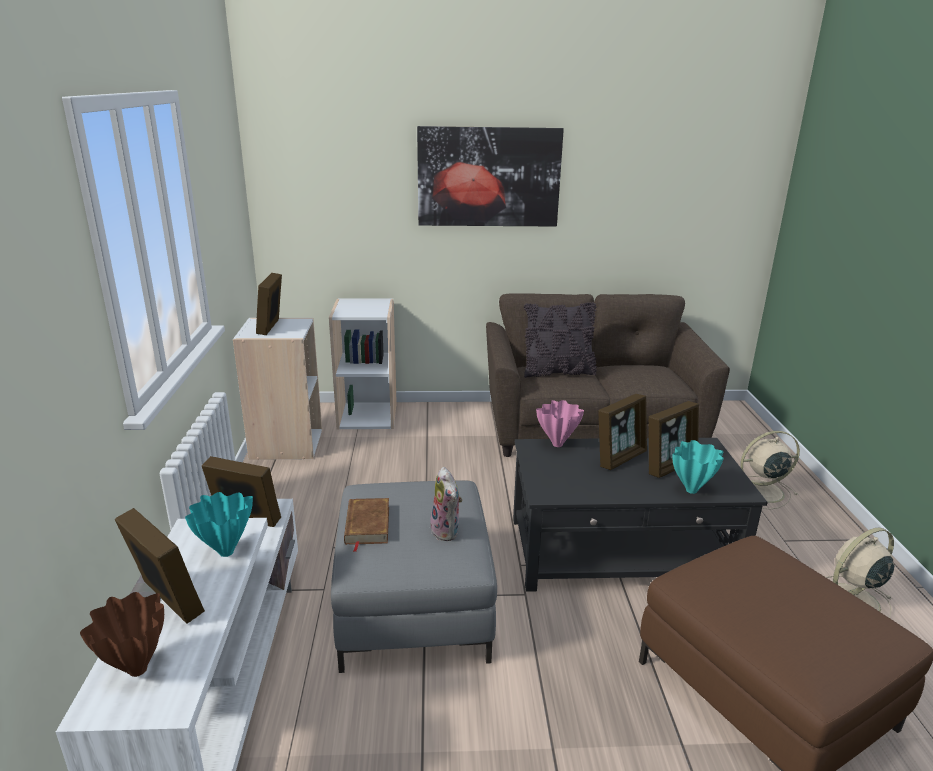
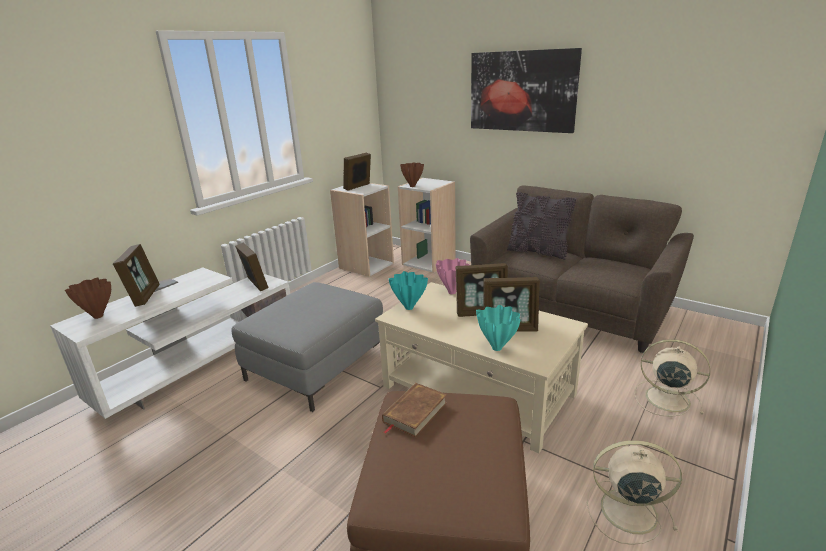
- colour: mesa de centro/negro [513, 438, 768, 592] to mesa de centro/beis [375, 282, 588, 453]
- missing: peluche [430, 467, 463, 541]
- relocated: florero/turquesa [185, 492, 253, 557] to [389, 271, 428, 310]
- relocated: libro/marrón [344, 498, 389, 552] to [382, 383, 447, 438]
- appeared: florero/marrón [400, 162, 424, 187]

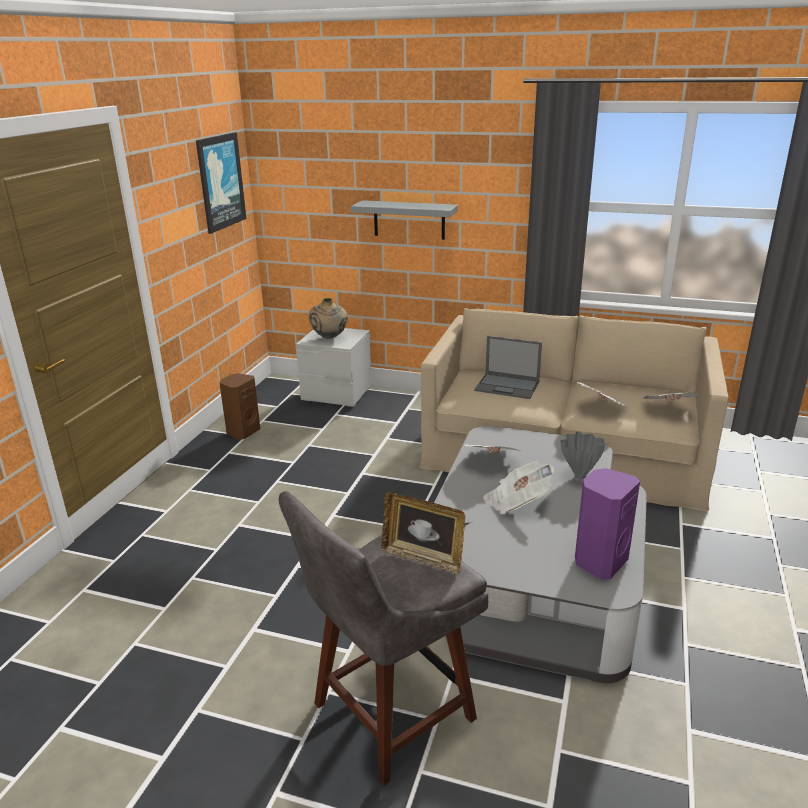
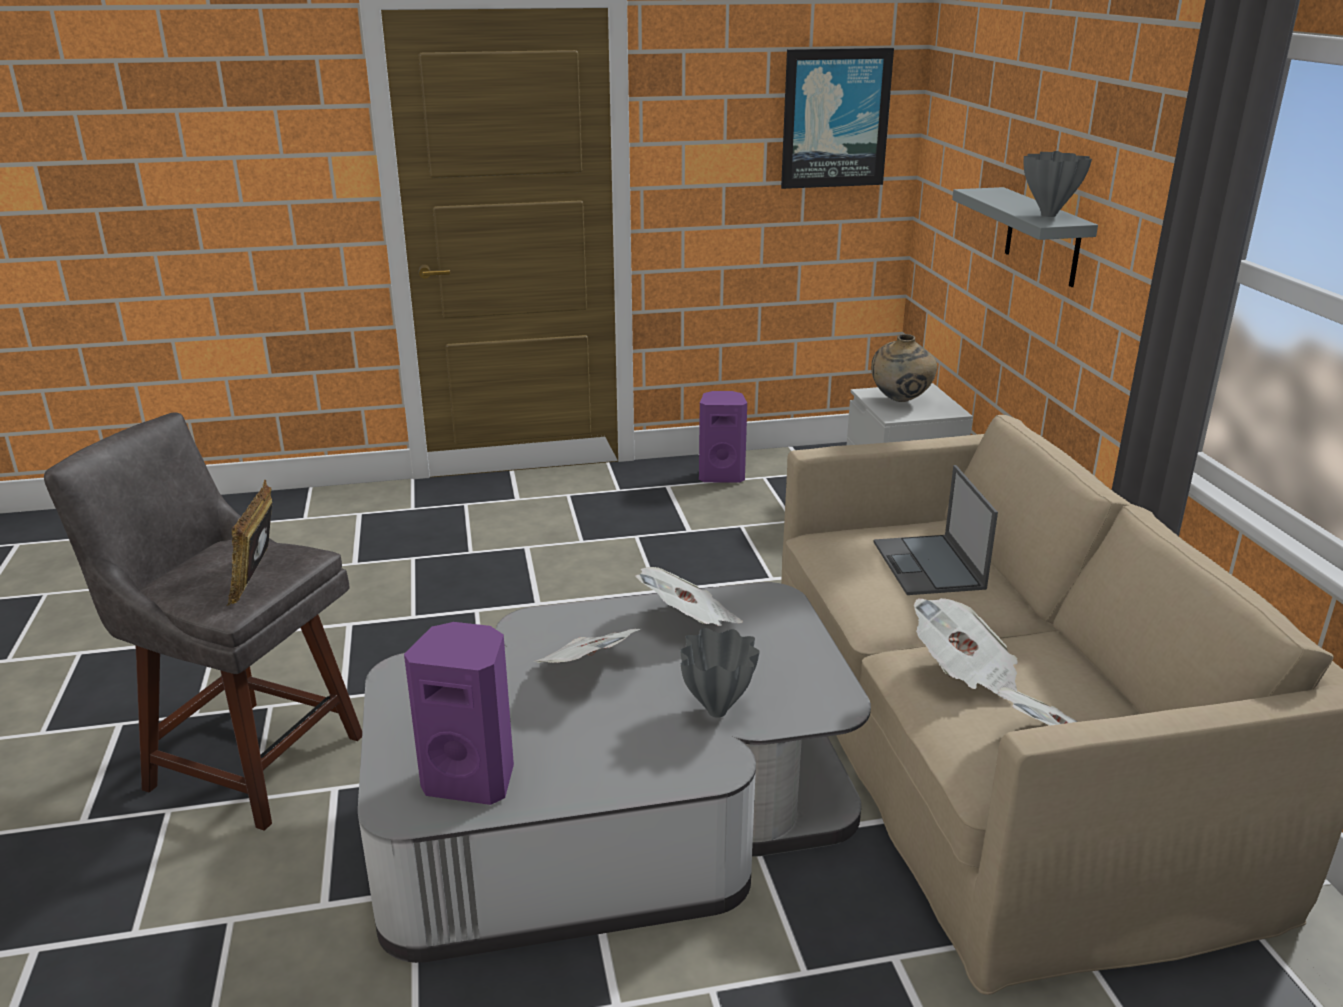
- colour: altavoz/marrón [220, 373, 260, 440] to altavoz/morado [699, 391, 747, 483]
- appeared: florero/gris [1024, 151, 1092, 217]

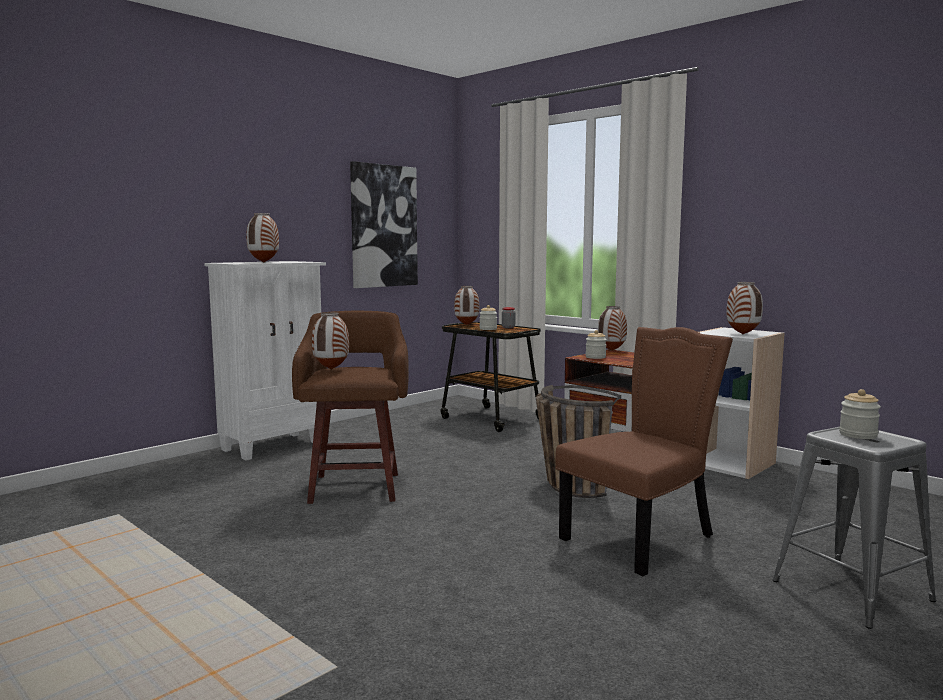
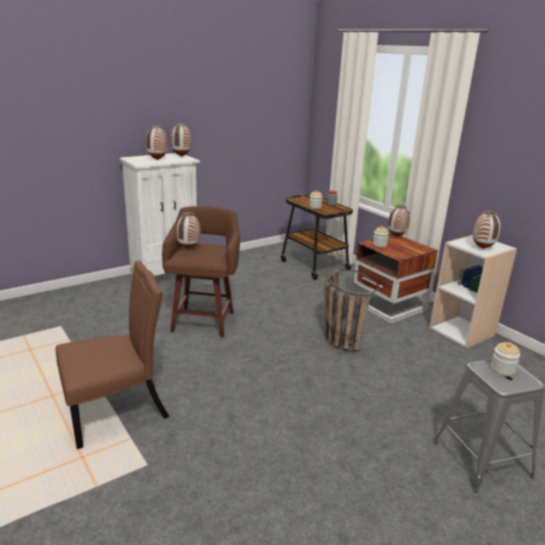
- missing: cuadro [350, 161, 418, 288]
- relocated: florero [454, 286, 479, 325] to [171, 123, 191, 157]
- relocated: silla/marrón [555, 327, 733, 576] to [55, 261, 170, 449]

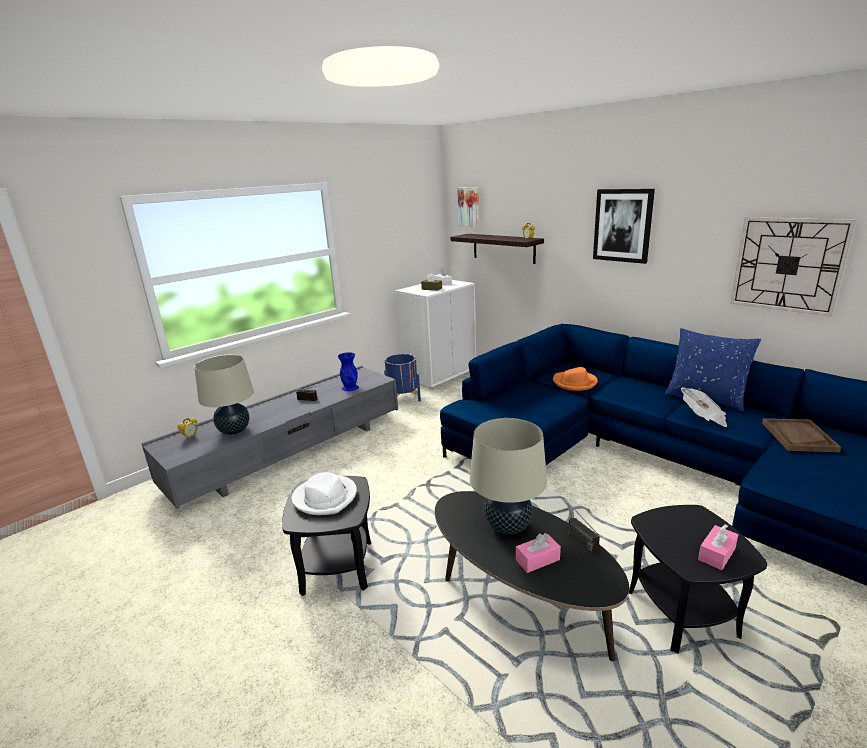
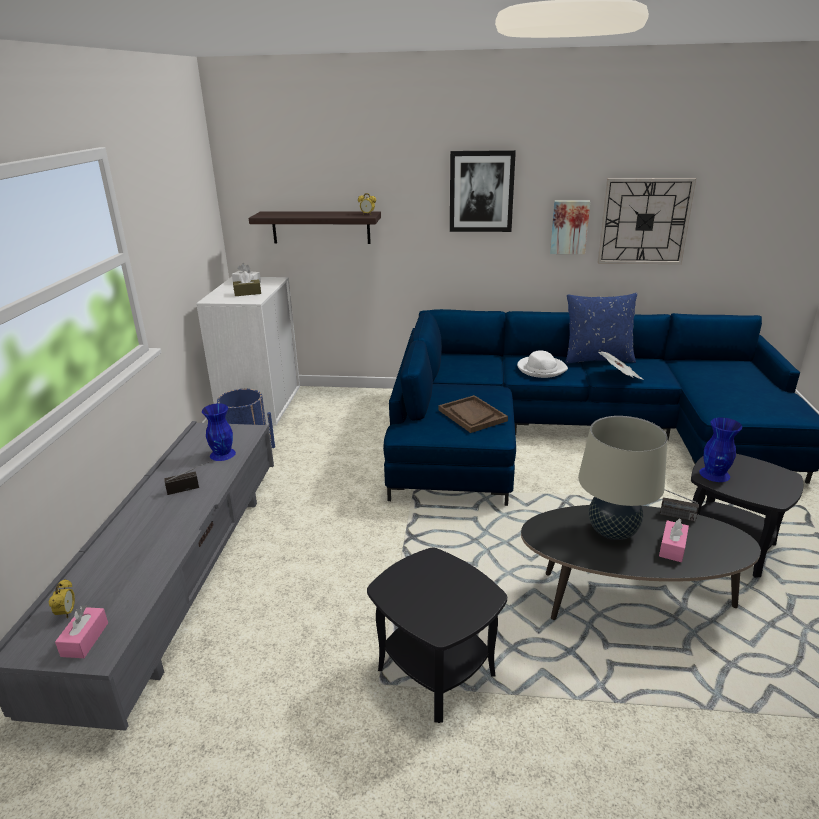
- relocated: cuadro [457, 187, 479, 227] to [550, 200, 590, 254]
- missing: lámpara de mesa/beis [194, 355, 254, 435]
- missing: sombrero/naranja [553, 367, 598, 391]
- relocated: bandeja/marrón [762, 418, 841, 452] to [439, 395, 508, 433]
- relocated: sombrero/blanco [292, 472, 357, 515] to [517, 350, 568, 378]
- relocated: caja de pañuelos/rosa [698, 524, 738, 570] to [55, 605, 108, 658]
- appeared: florero/azul [699, 417, 742, 482]

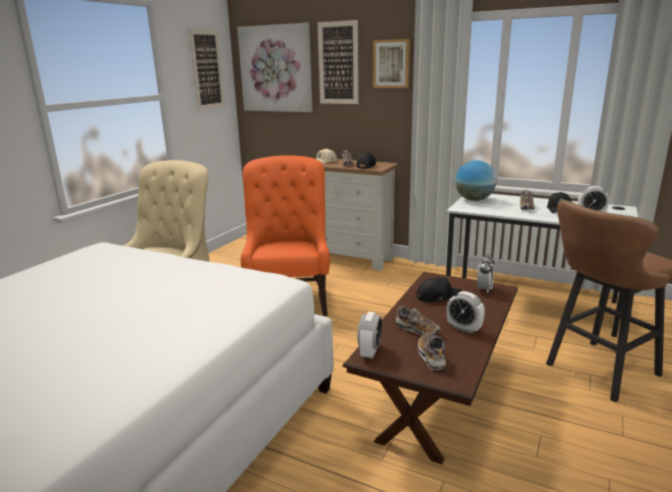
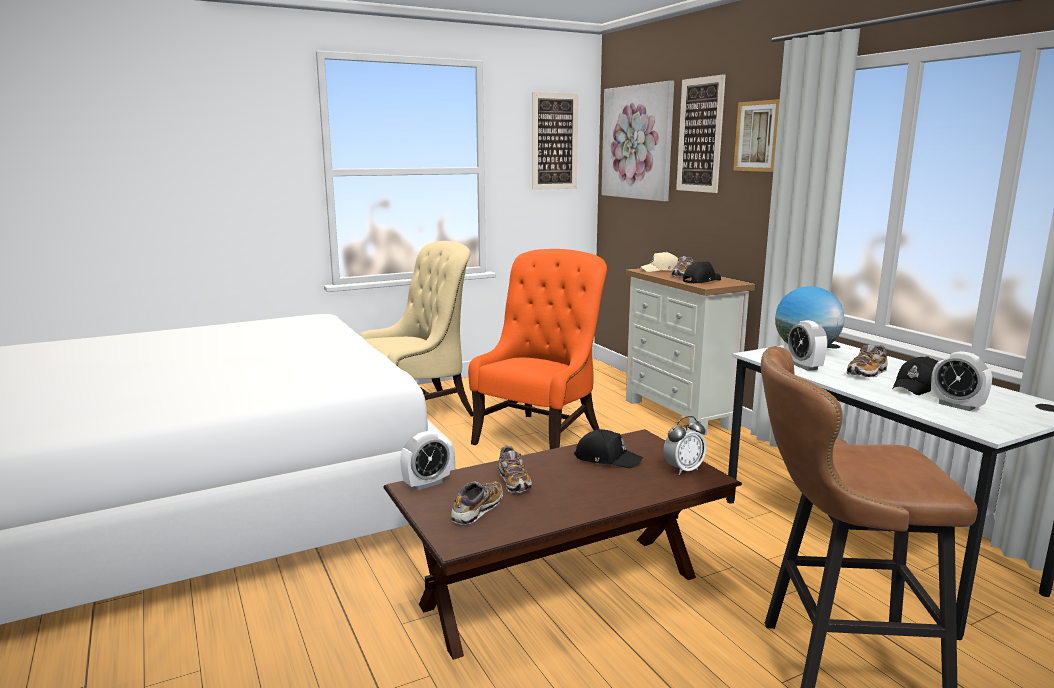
- relocated: despertador [447, 291, 485, 334] to [788, 320, 828, 371]

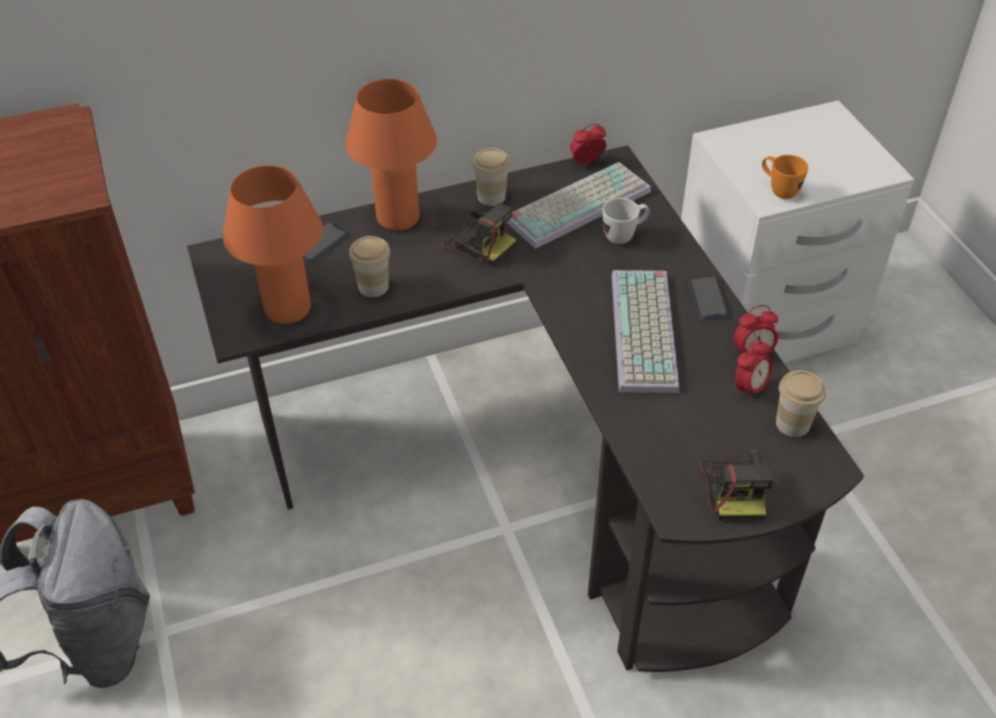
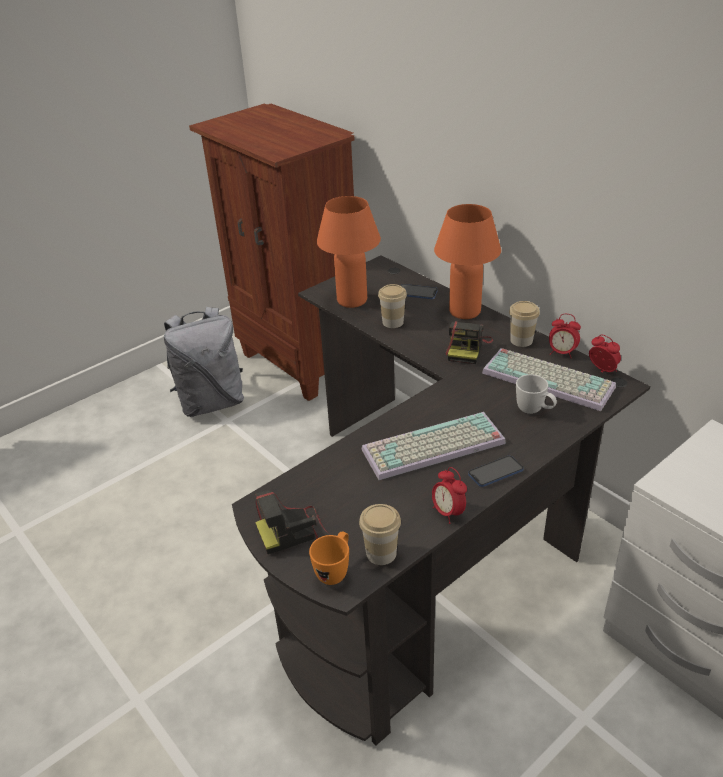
- relocated: taza grande/naranja [762, 155, 808, 199] to [309, 532, 349, 585]
- relocated: despertador [735, 338, 772, 401] to [549, 314, 581, 358]

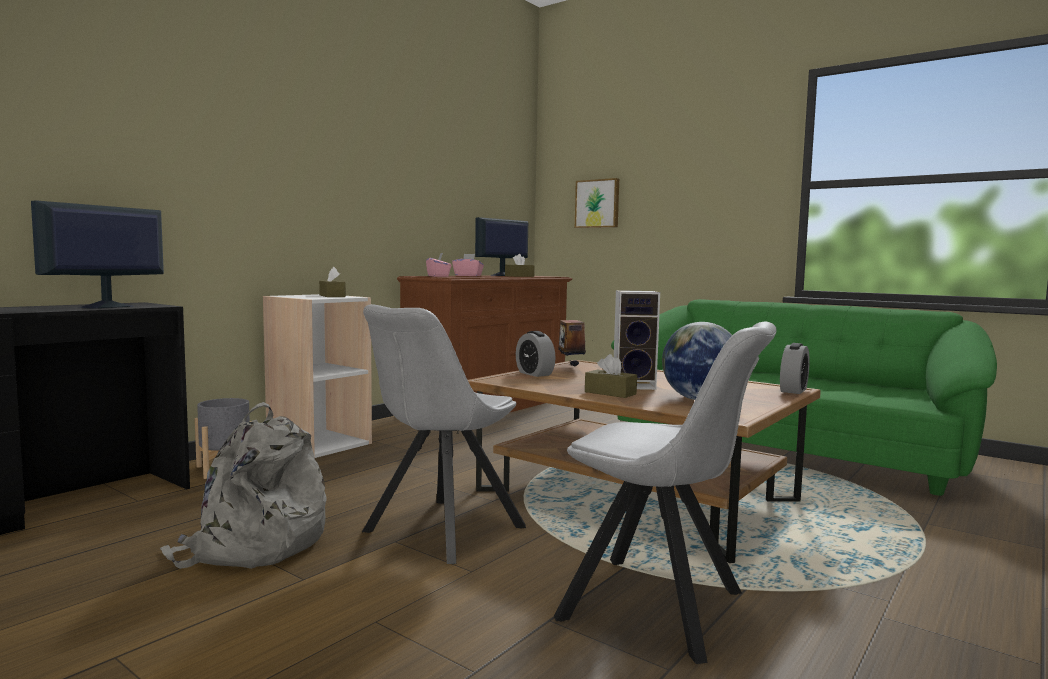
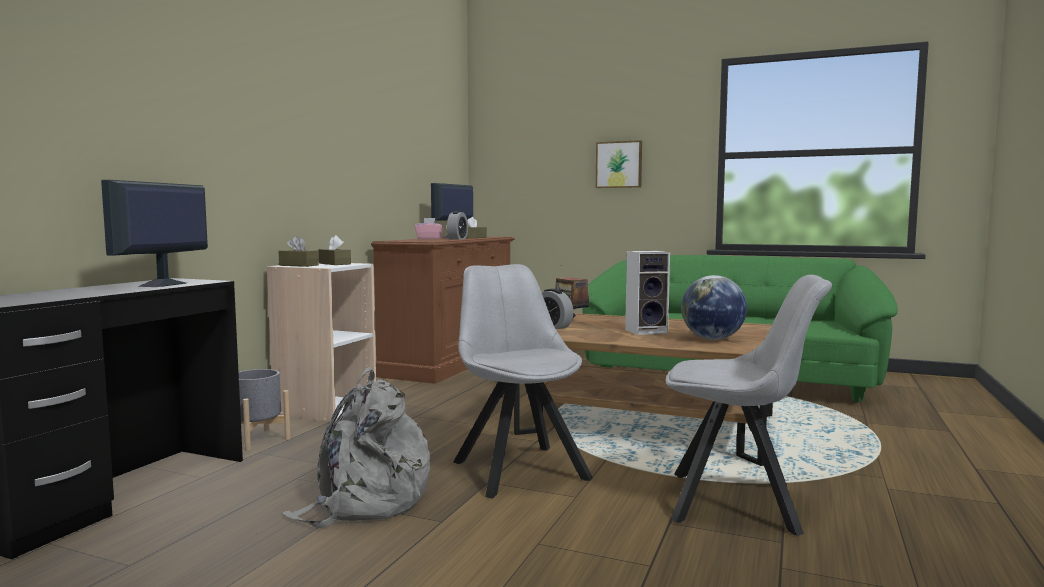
- relocated: cuadro [575, 178, 619, 228] to [596, 140, 642, 188]
- missing: caja de pañuelos/rosa [426, 253, 452, 277]
- spun: silla/gris [362, 304, 526, 564] = [453, 264, 593, 498] 135 degrees clockwise
- relocated: despertador [780, 343, 810, 394] to [447, 211, 468, 240]
- relocated: caja de pañuelos/marrón [585, 354, 637, 398] to [278, 236, 319, 267]

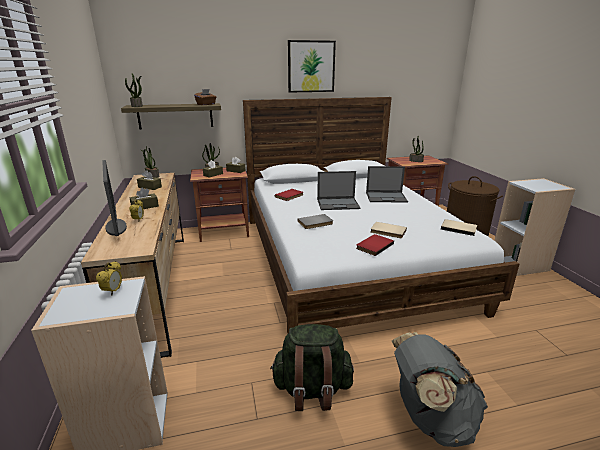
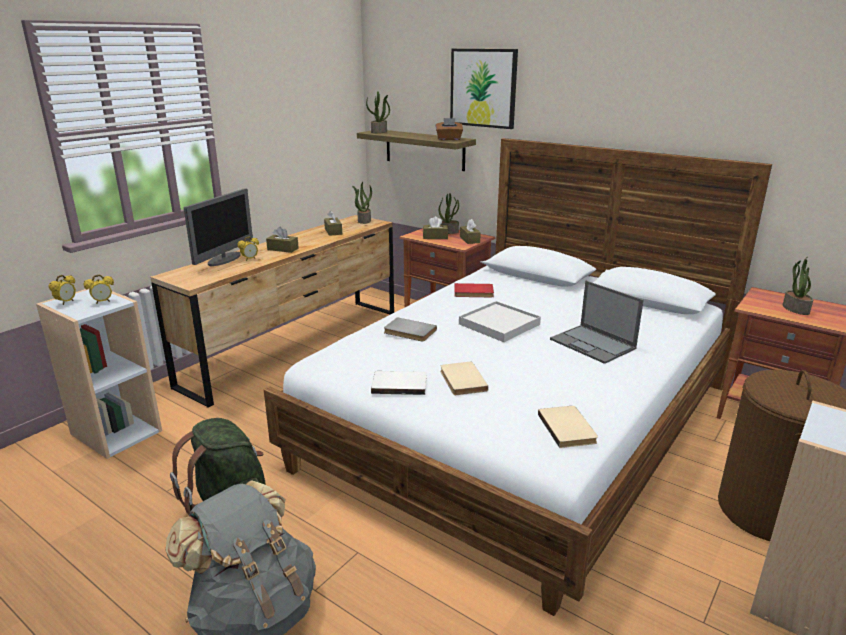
- relocated: cuadro [288, 40, 336, 93] to [450, 49, 518, 129]
- exchanged: portátil [317, 171, 361, 210] to bandeja/blanco [459, 301, 541, 342]
- colour: libro/rojo [356, 234, 394, 256] to libro/blanco [371, 371, 427, 395]
- appeared: despertador [48, 275, 76, 305]

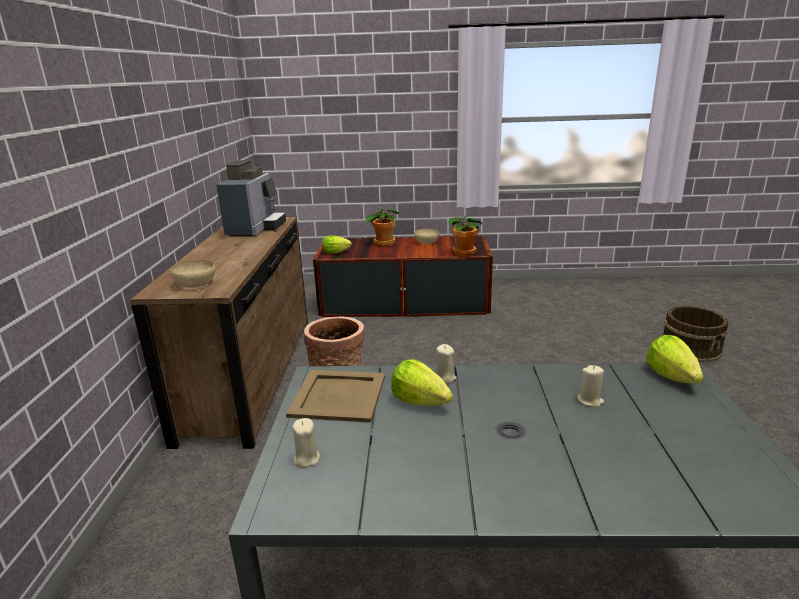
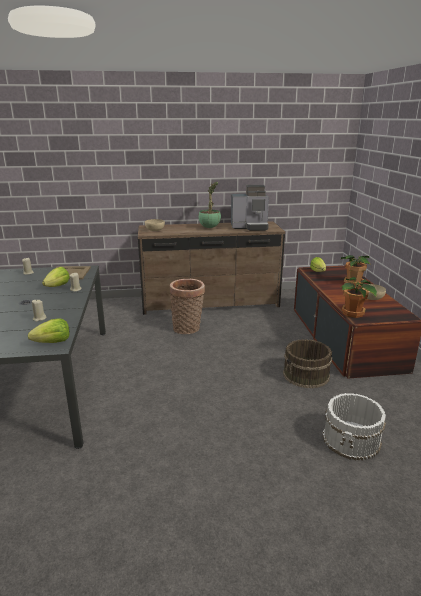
- relocated: cubo/marrón [663, 306, 728, 362] to [283, 339, 332, 388]
- appeared: planta en maceta [198, 182, 221, 228]
- appeared: cubo/blanco [323, 393, 386, 461]

